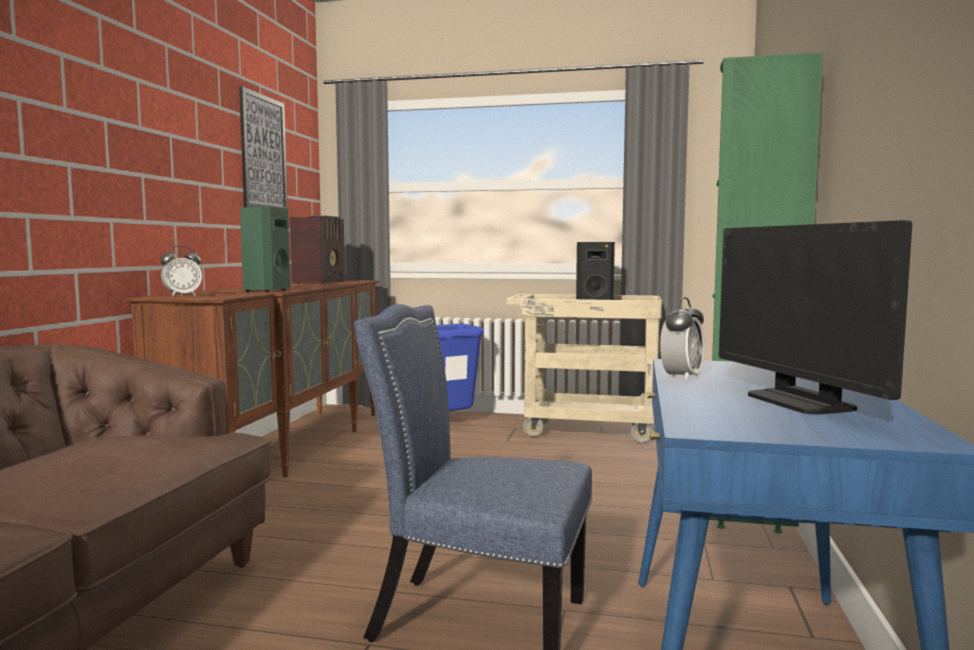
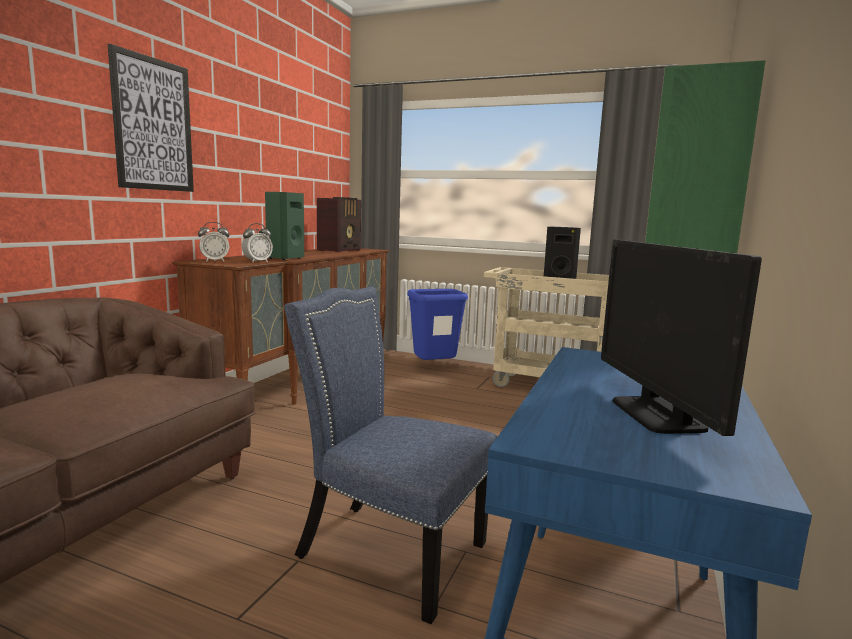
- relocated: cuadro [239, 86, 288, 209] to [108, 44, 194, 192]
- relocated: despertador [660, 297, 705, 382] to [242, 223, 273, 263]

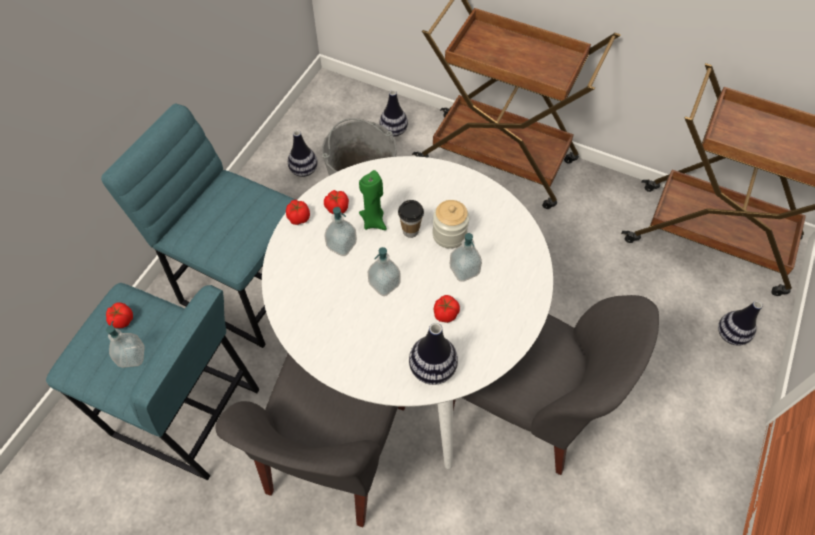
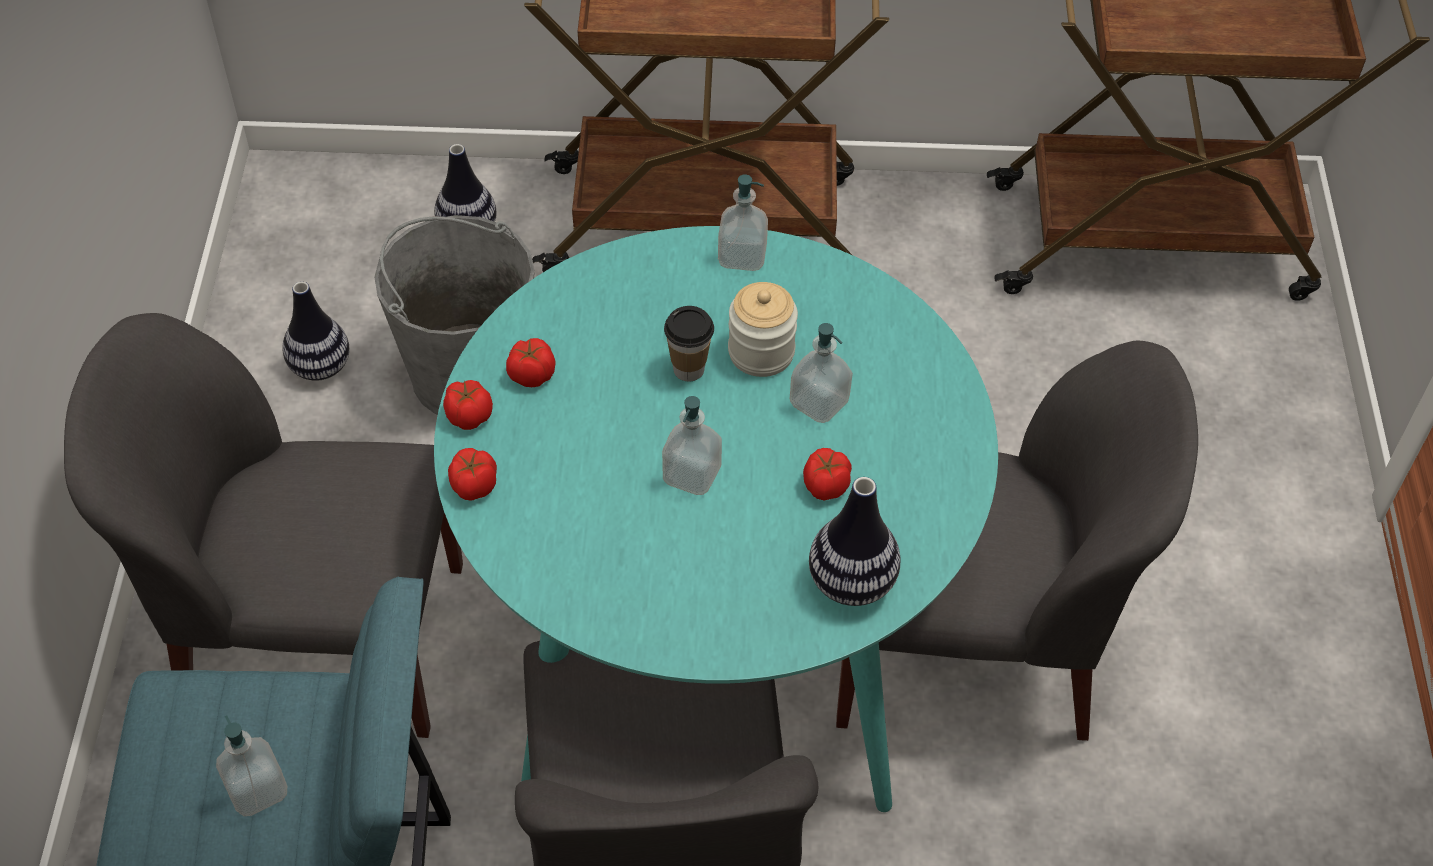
- exchanged: taburete/azul [101, 103, 295, 348] to silla/gris [64, 313, 463, 738]
- colour: mesa de comedor/blanco [262, 156, 553, 469] to mesa de comedor/turquesa [434, 226, 998, 812]
- missing: vela/verde [359, 170, 387, 230]
- relocated: dispensador de jabón [324, 207, 357, 256] to [718, 174, 768, 271]
- missing: florero [718, 301, 762, 346]
- relocated: tomate [106, 303, 133, 328] to [448, 448, 497, 501]

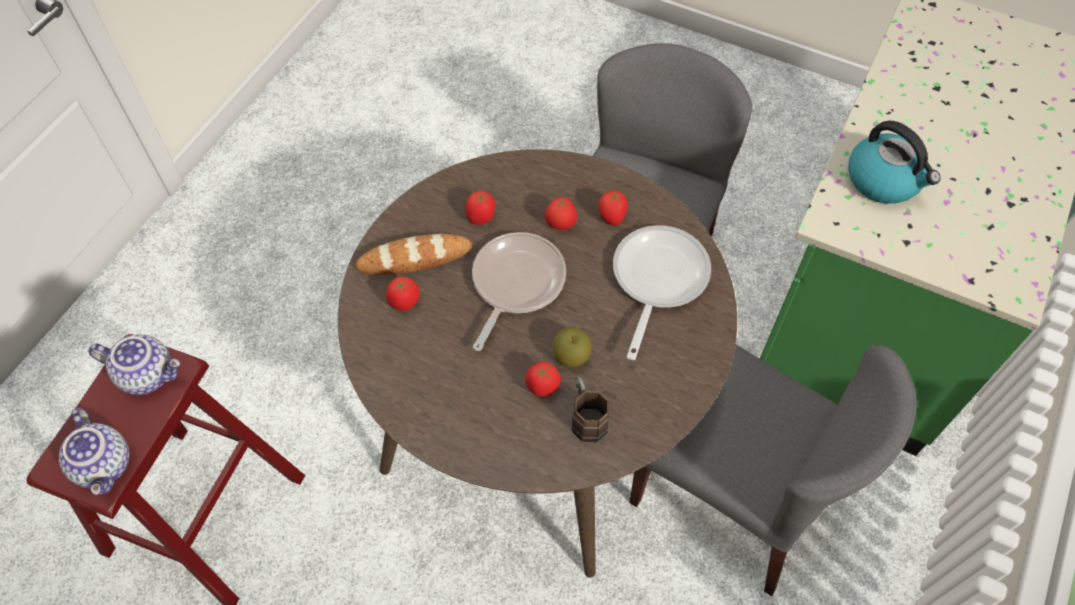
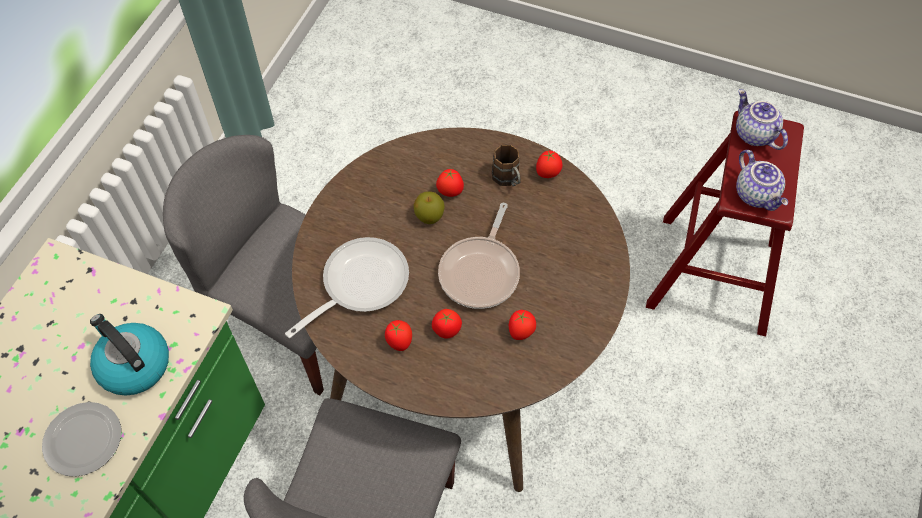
- spun: sartén [613, 225, 711, 360] = [285, 237, 409, 338] 150 degrees counterclockwise
- missing: pan [355, 233, 472, 275]
- relocated: tomate [386, 277, 420, 311] to [536, 150, 563, 178]
- spun: tetera [88, 334, 180, 395] = [736, 150, 788, 211] 120 degrees counterclockwise
- relocated: taza grande/marrón [572, 376, 609, 442] to [492, 145, 521, 186]
- appeared: plato [42, 402, 121, 477]

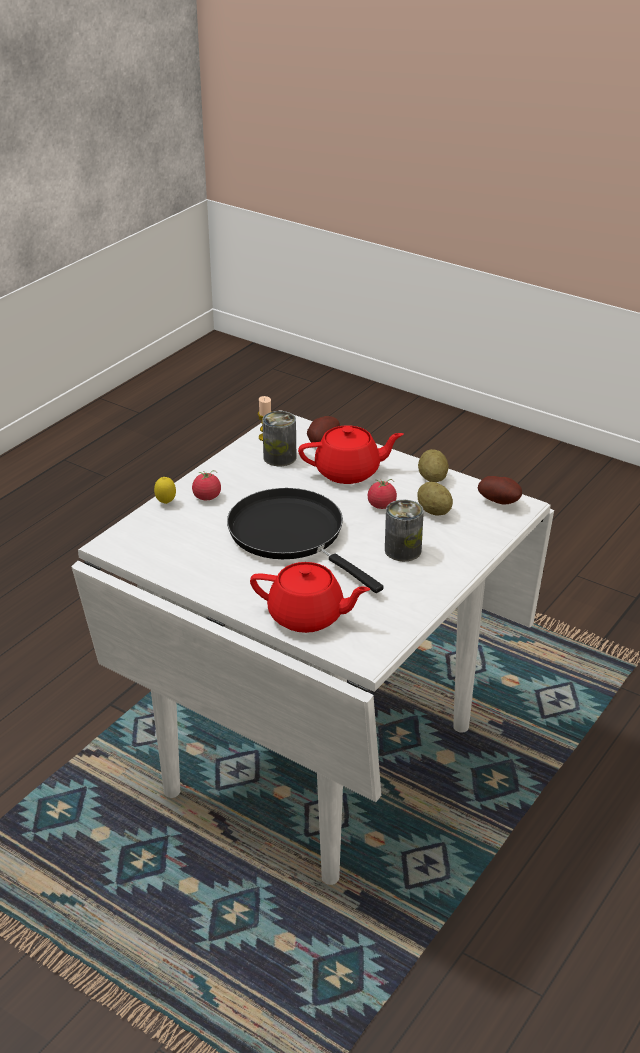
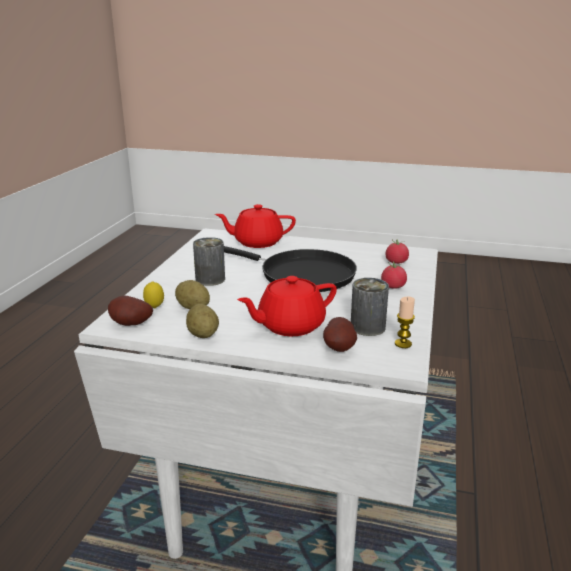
- relocated: limón [154, 477, 176, 504] to [143, 281, 164, 308]
- relocated: tomate [368, 479, 397, 509] to [386, 239, 409, 264]

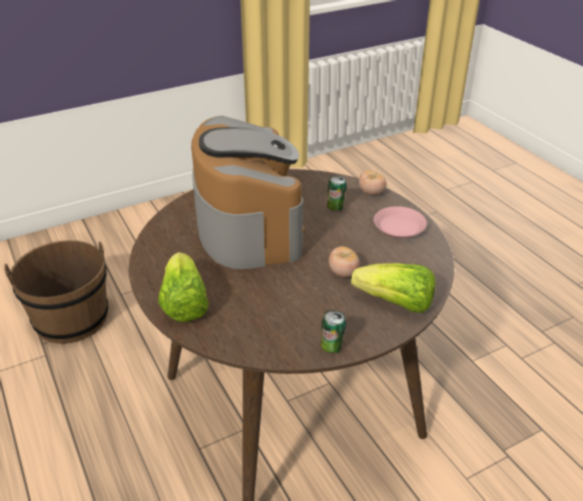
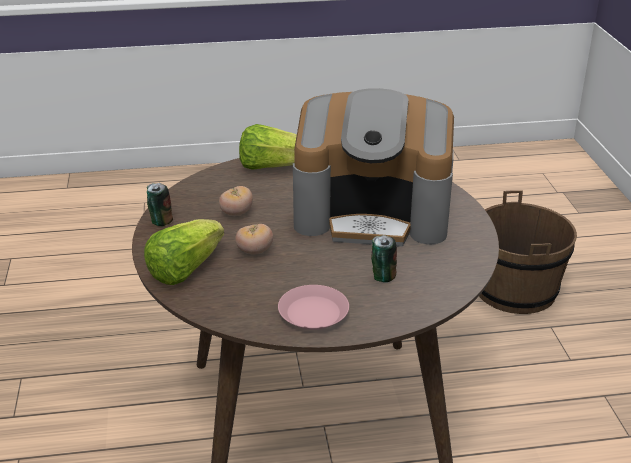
- relocated: tomate [359, 170, 386, 195] to [219, 186, 253, 216]

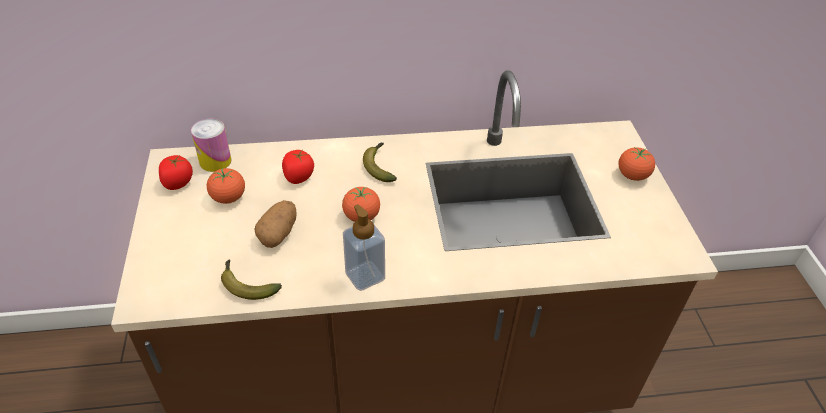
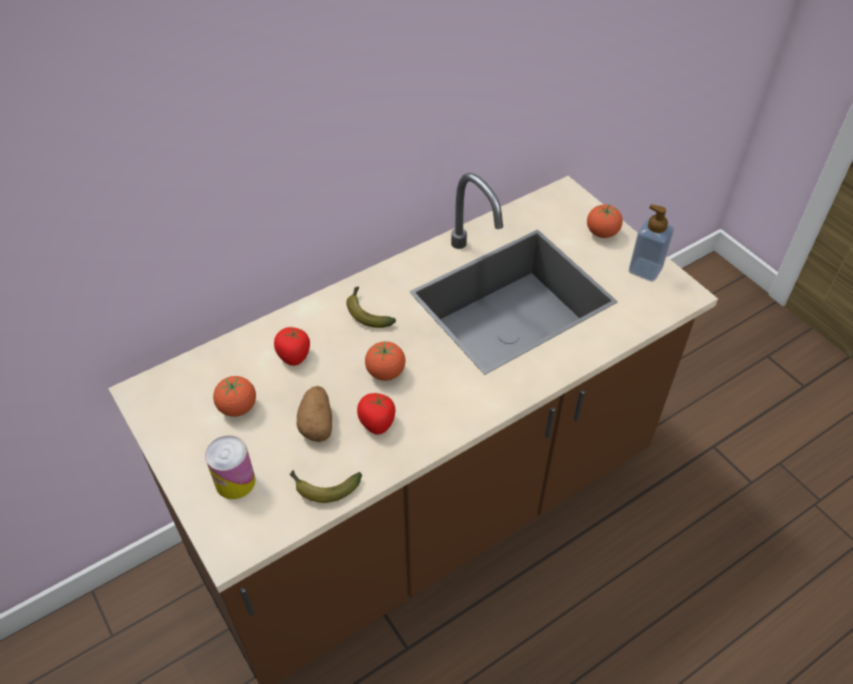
- relocated: lata [191, 119, 232, 172] to [205, 436, 255, 499]
- relocated: tomate [159, 155, 193, 190] to [357, 393, 396, 434]
- relocated: dispensador de jabón [343, 204, 385, 291] to [629, 204, 674, 282]

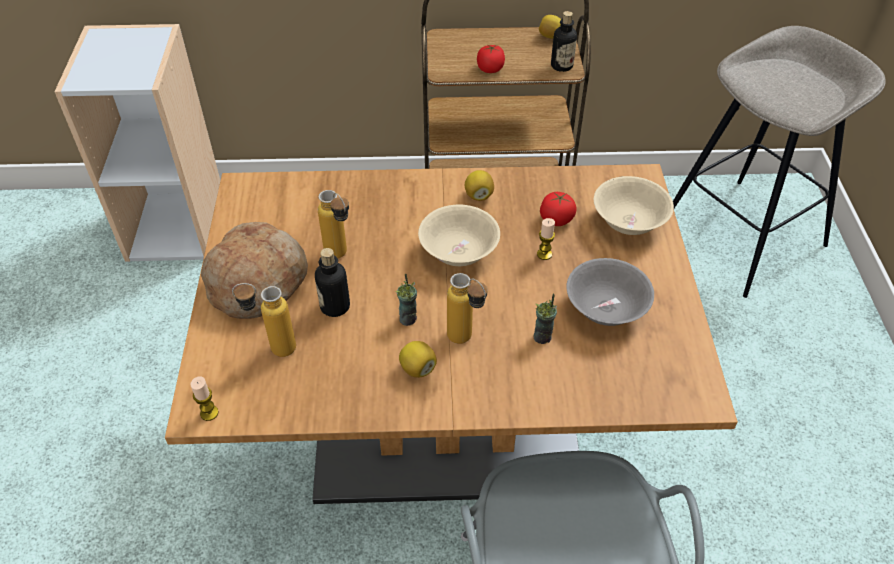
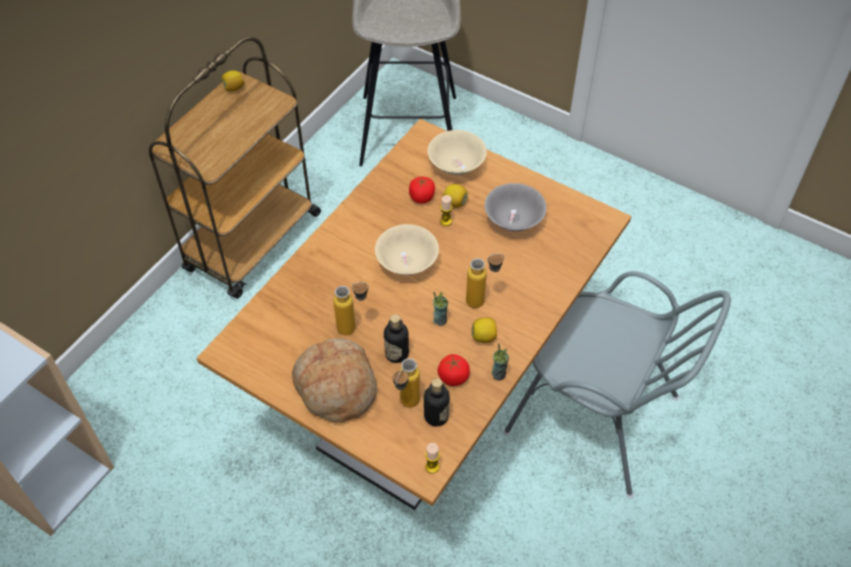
- relocated: botella [551, 11, 577, 72] to [424, 378, 450, 426]
- relocated: tomate [477, 45, 505, 73] to [438, 354, 470, 386]
- relocated: limón [465, 170, 494, 201] to [443, 184, 468, 208]
- relocated: taza [534, 294, 557, 344] to [491, 343, 509, 381]

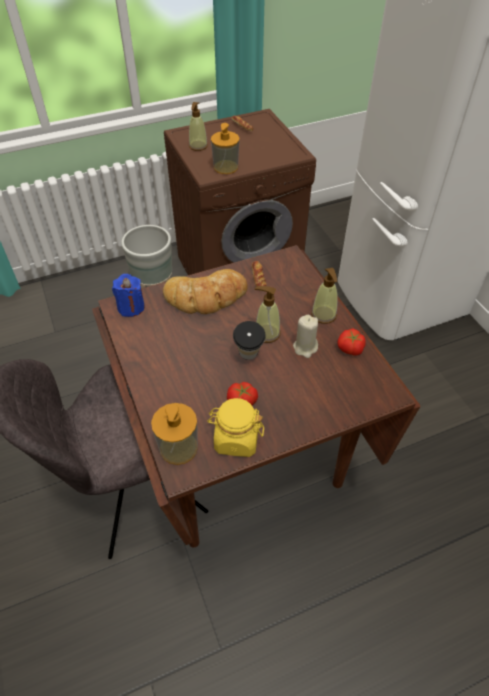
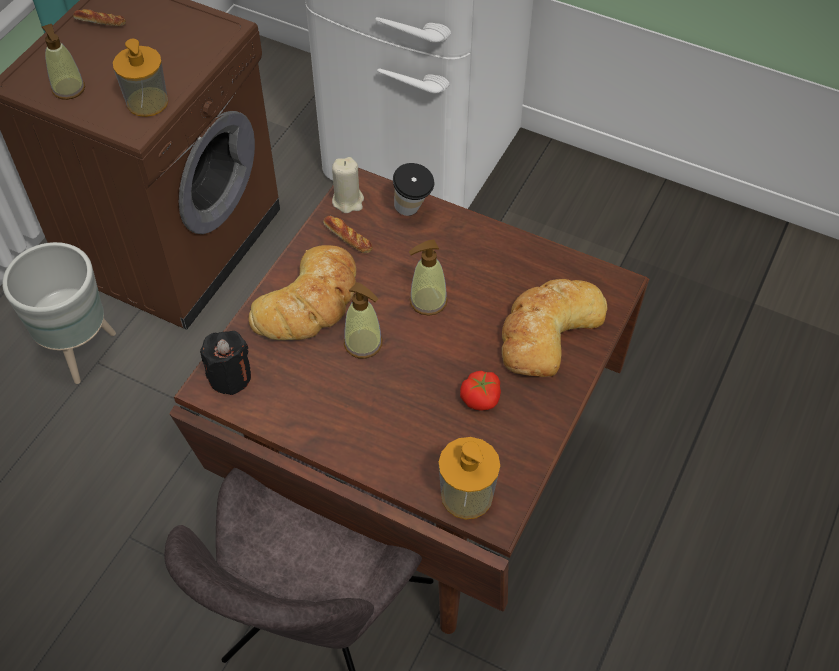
- relocated: dispensador de jabón [311, 268, 338, 324] to [344, 282, 382, 359]
- colour: vela/azul [112, 274, 145, 317] to vela/negro [200, 331, 251, 395]
- relocated: vela/beis [293, 315, 318, 358] to [332, 157, 364, 213]
- relocated: taza [233, 321, 266, 360] to [393, 163, 434, 216]
- missing: tomate [337, 328, 366, 356]
- missing: tarro/amarillo [207, 398, 264, 457]
- appeared: pan [502, 279, 607, 377]

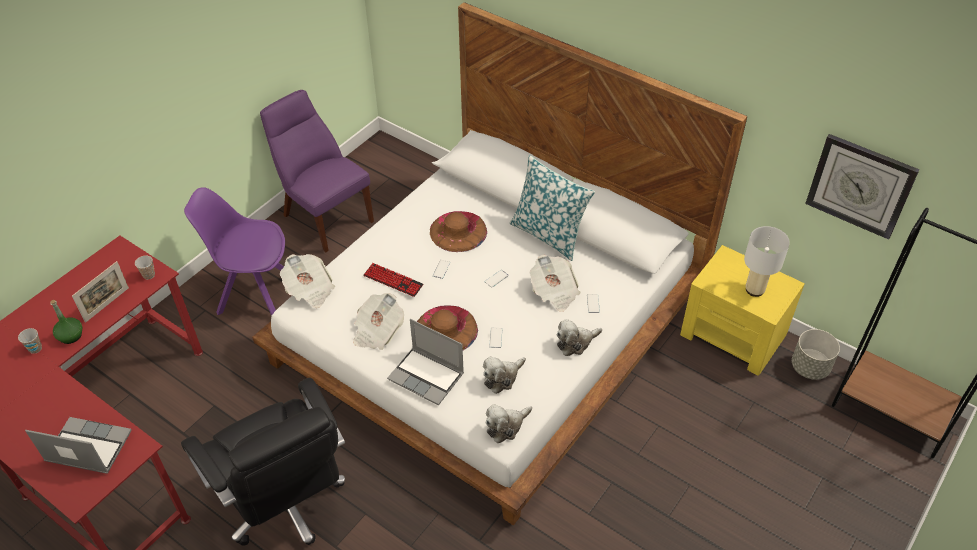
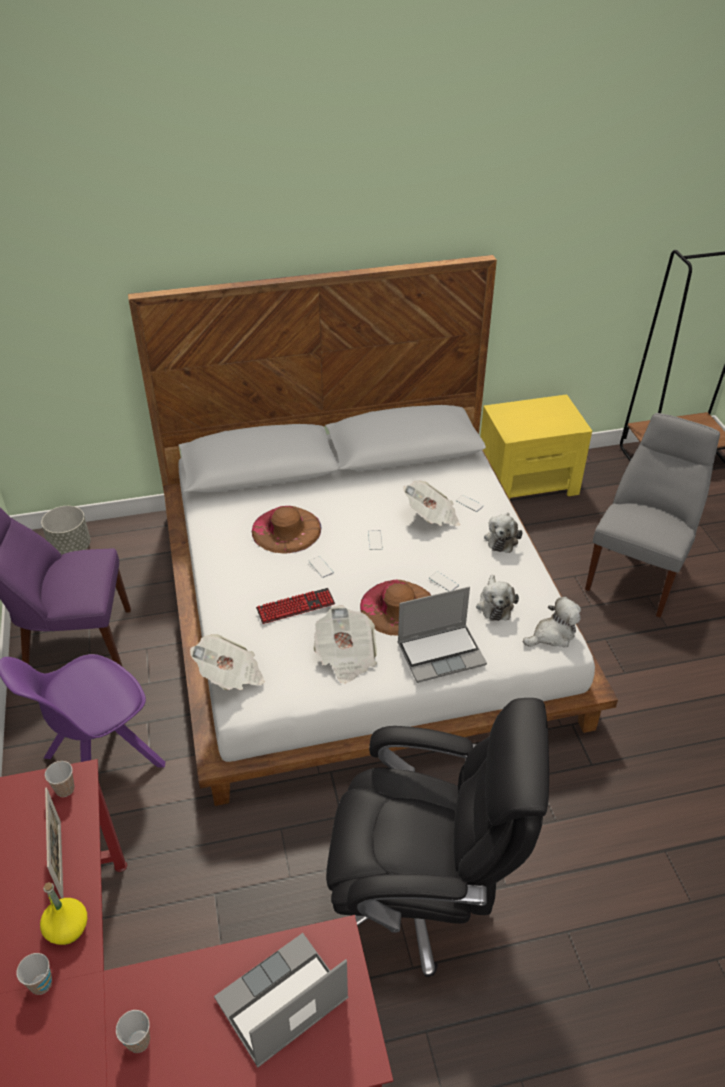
- missing: reloj de pared [805, 134, 920, 240]
- missing: cojín [509, 155, 595, 261]
- missing: lámpara de mesa/blanco [744, 226, 790, 297]
- colour: botella/verde [50, 300, 82, 344] to botella/amarillo [40, 882, 87, 945]
- relocated: maceta/gris [792, 329, 840, 380] to [41, 506, 91, 555]
- spun: peluche [486, 404, 532, 443] = [523, 597, 581, 647] 120 degrees counterclockwise
- appeared: silla/gris [585, 413, 720, 617]
- appeared: taza [116, 1010, 150, 1053]

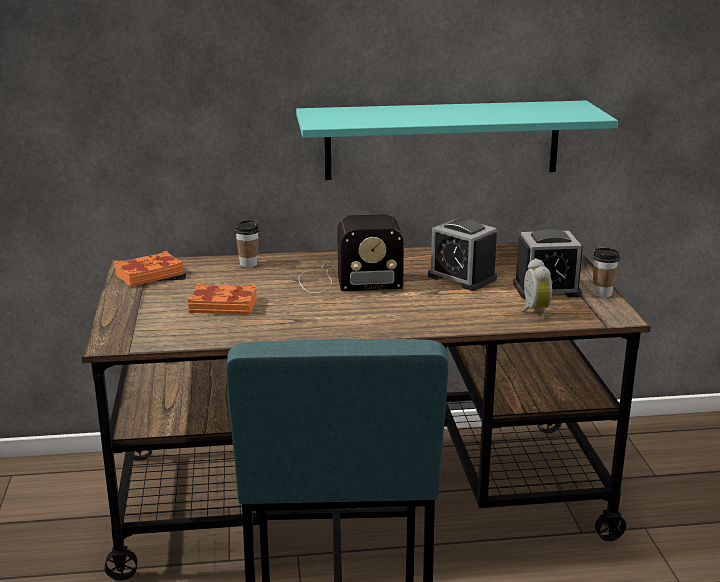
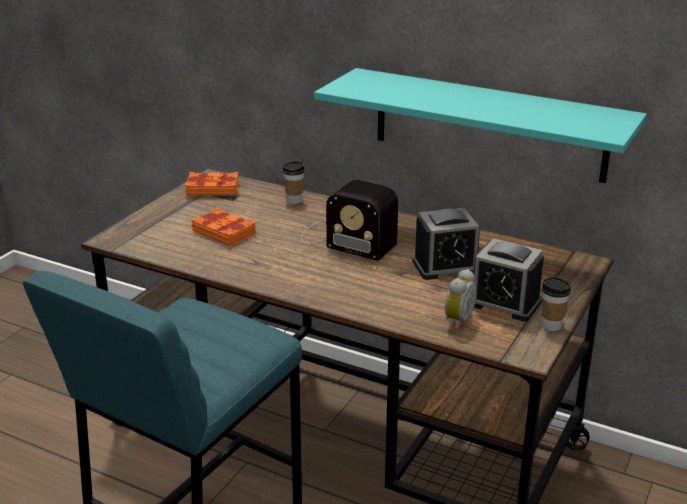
- spun: despertador [428, 218, 497, 291] = [412, 208, 480, 280] 90 degrees counterclockwise

